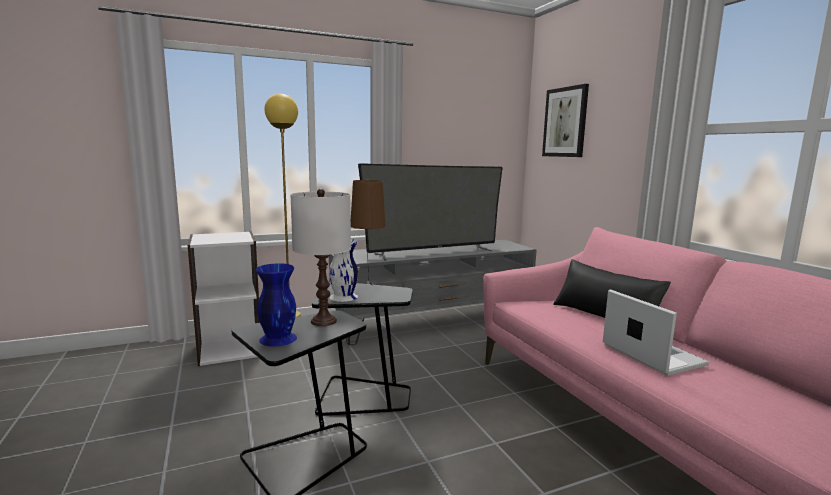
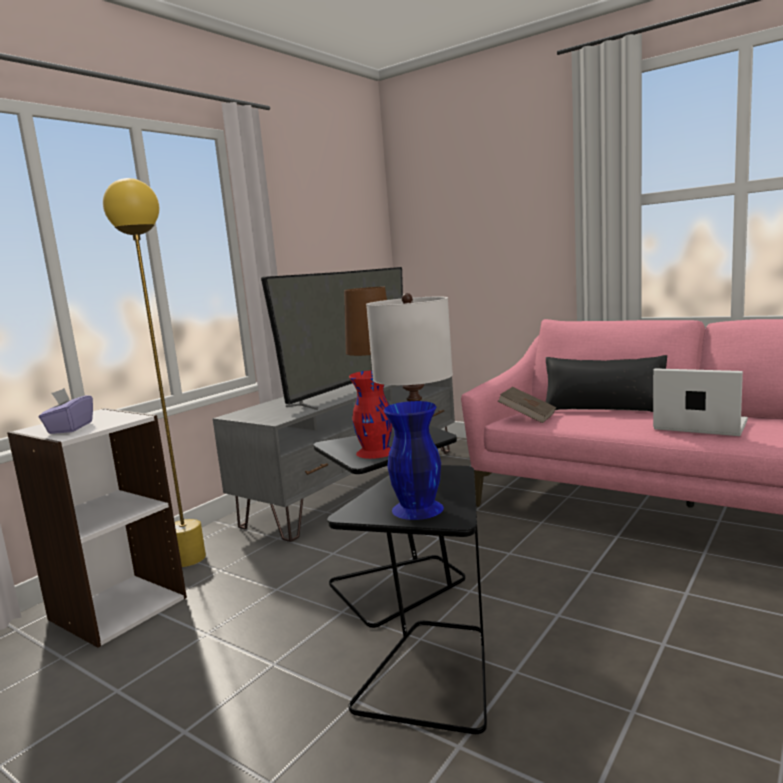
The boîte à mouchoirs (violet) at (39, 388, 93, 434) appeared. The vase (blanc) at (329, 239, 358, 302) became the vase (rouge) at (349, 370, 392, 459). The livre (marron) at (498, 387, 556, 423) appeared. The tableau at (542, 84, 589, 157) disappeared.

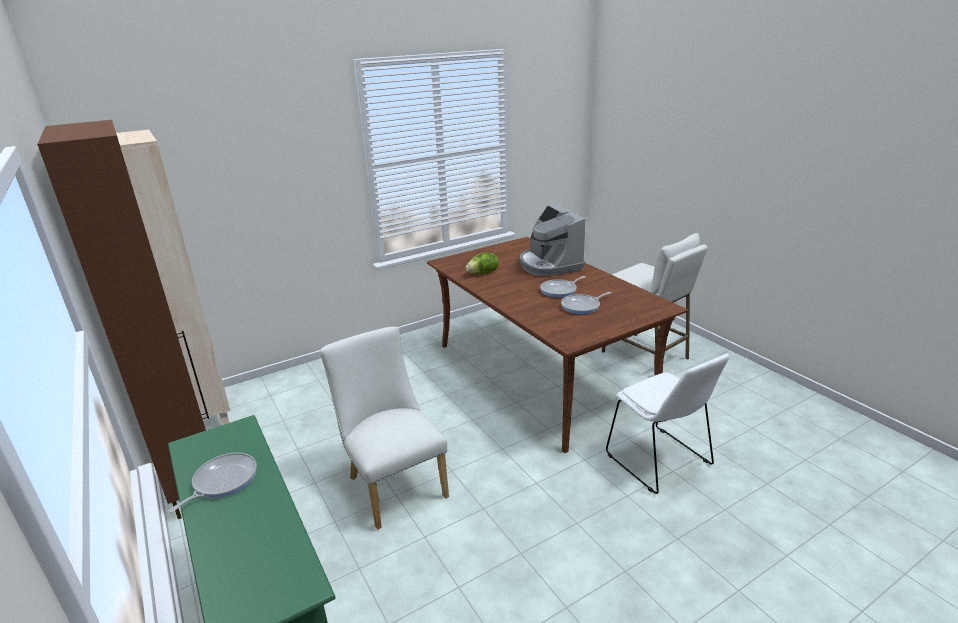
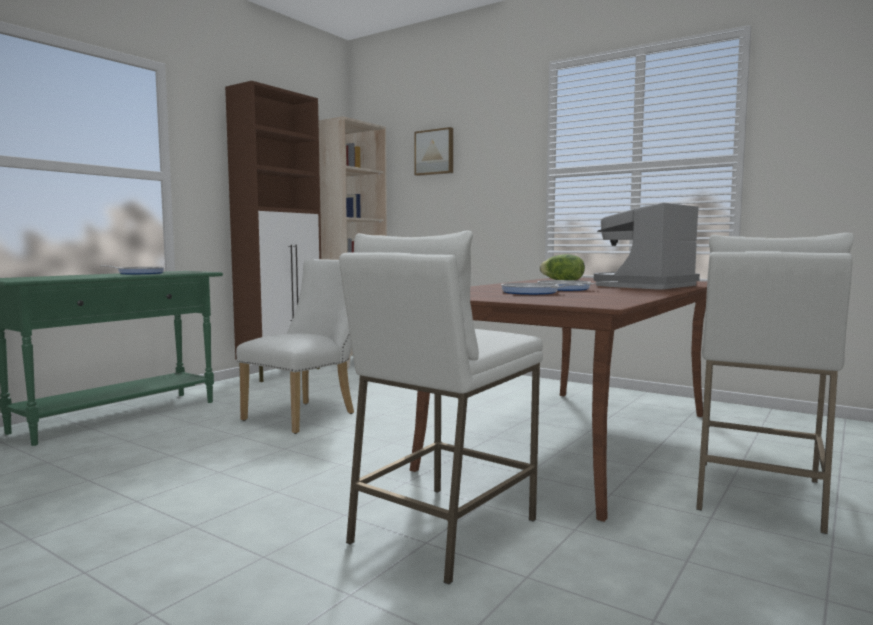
The chaise (blanc) at (606, 353, 729, 494) was replaced by the tabouret (blanc) at (339, 231, 543, 585). The tableau at (414, 127, 453, 176) appeared.

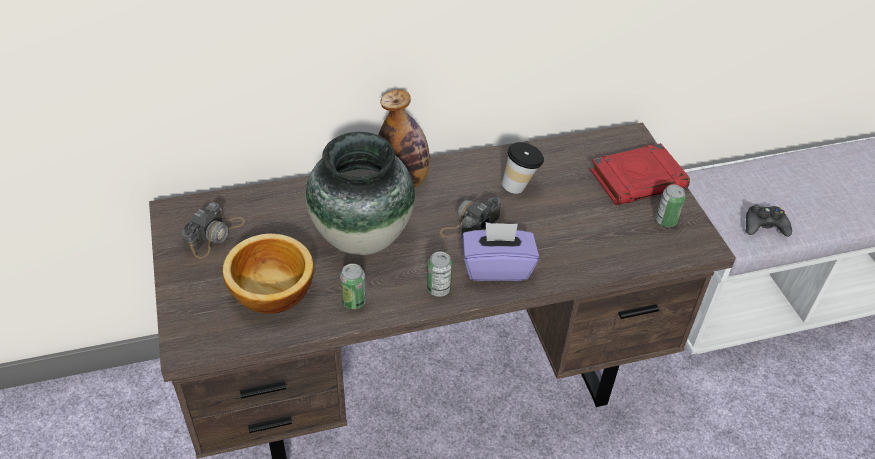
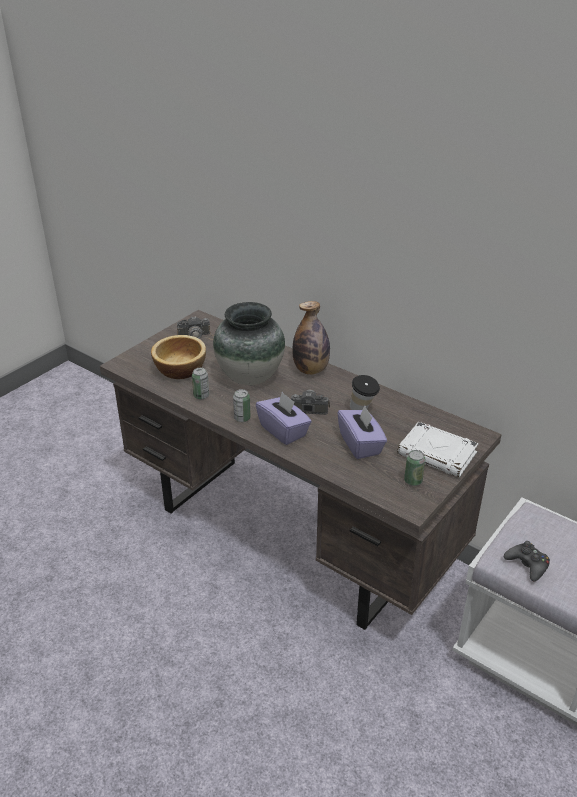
The boîte à mouchoirs (violet) at (337, 405, 387, 459) appeared. The livre (rouge) at (590, 143, 690, 205) became the livre (blanc) at (397, 422, 479, 477).

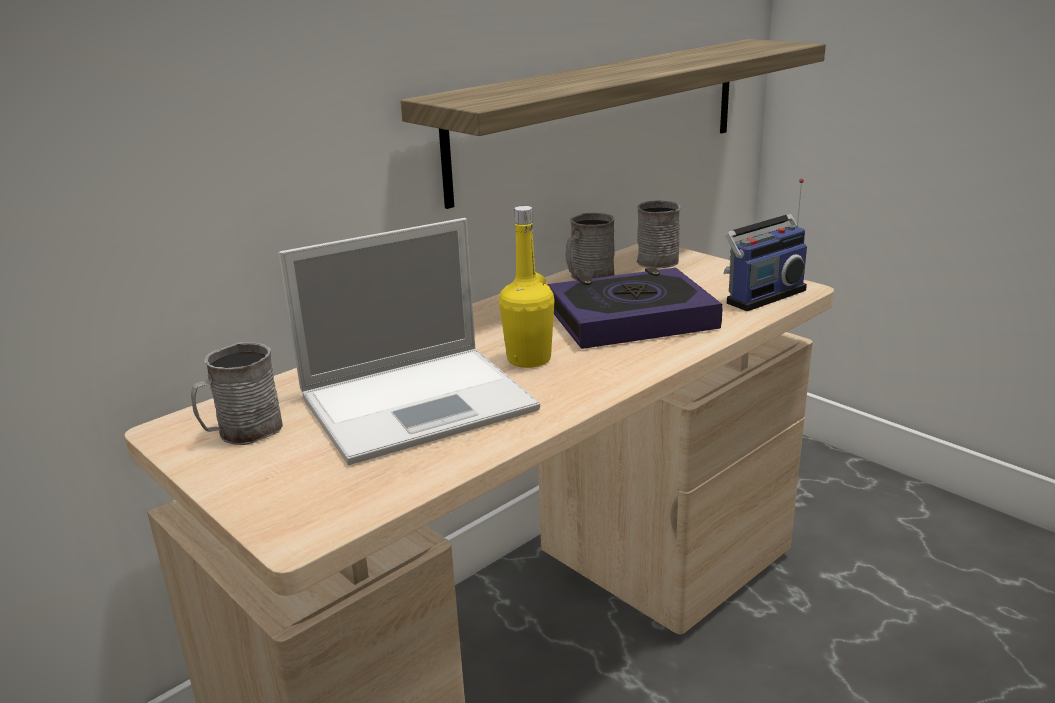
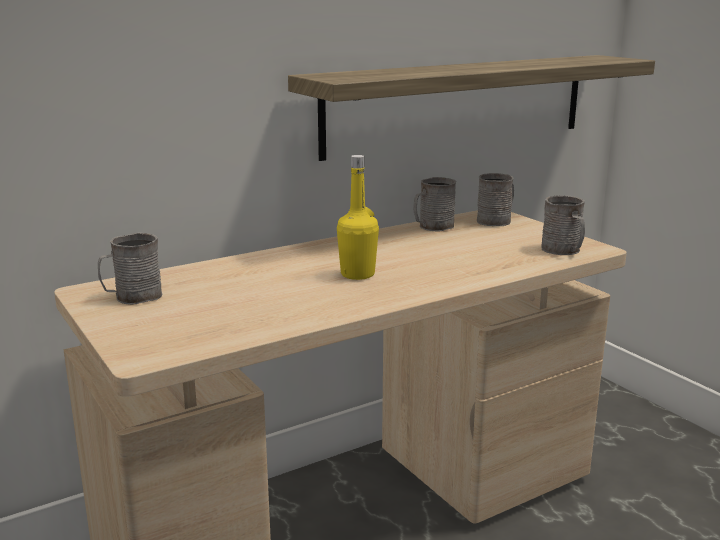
The radio at (724, 179, 807, 311) was replaced by the mug (gris) at (541, 195, 585, 255). The ordinateur portable at (279, 218, 540, 465) disappeared. The livre at (547, 267, 723, 349) disappeared.

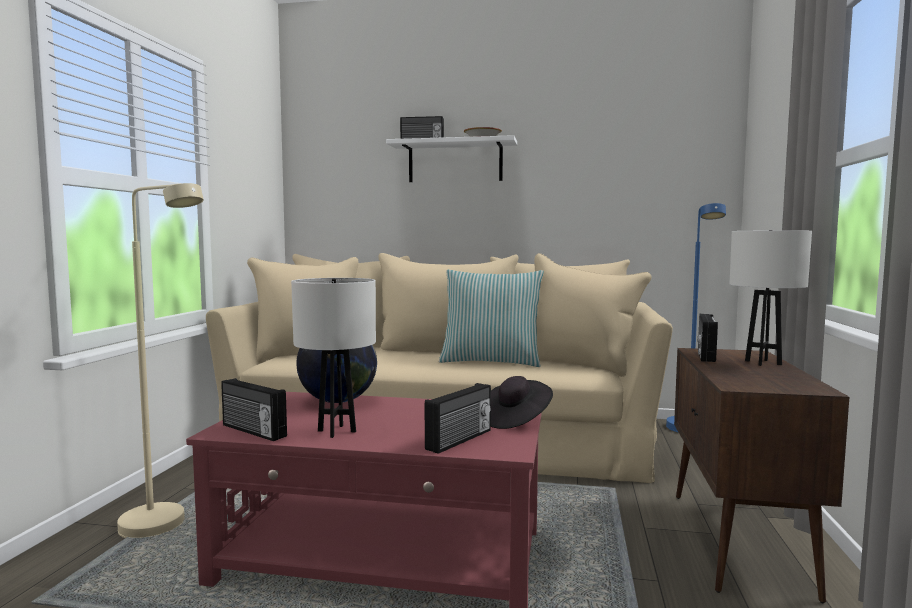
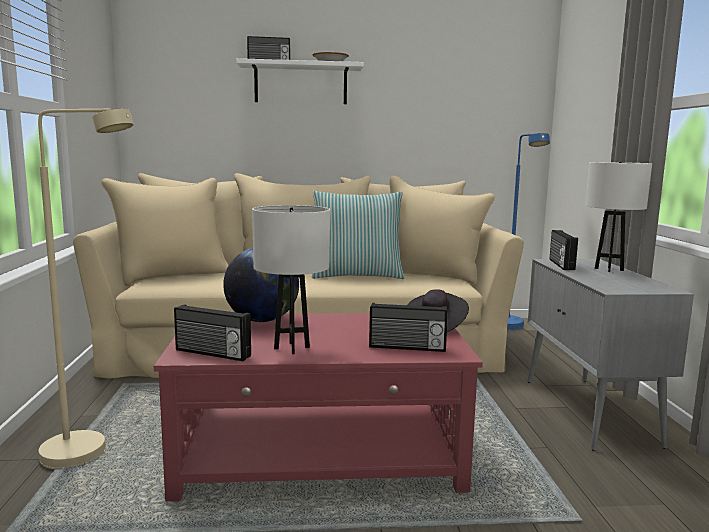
The radio at (425, 383, 491, 454) turned 75 degrees clockwise. The meuble de rangement (marron) at (674, 348, 849, 603) became the meuble de rangement (gris) at (528, 259, 694, 451).

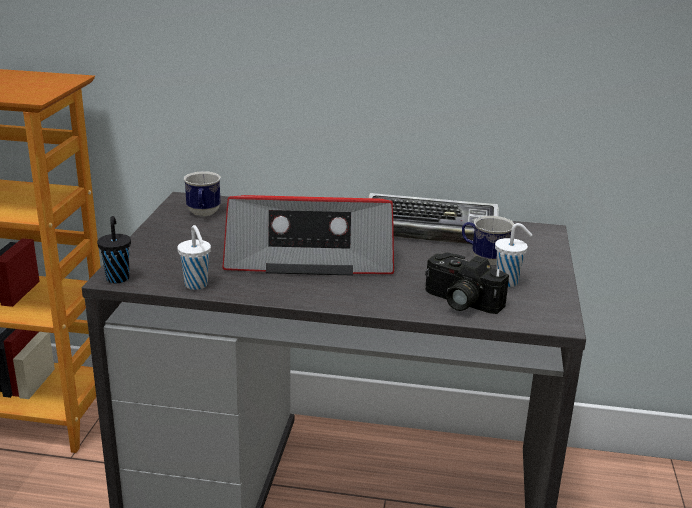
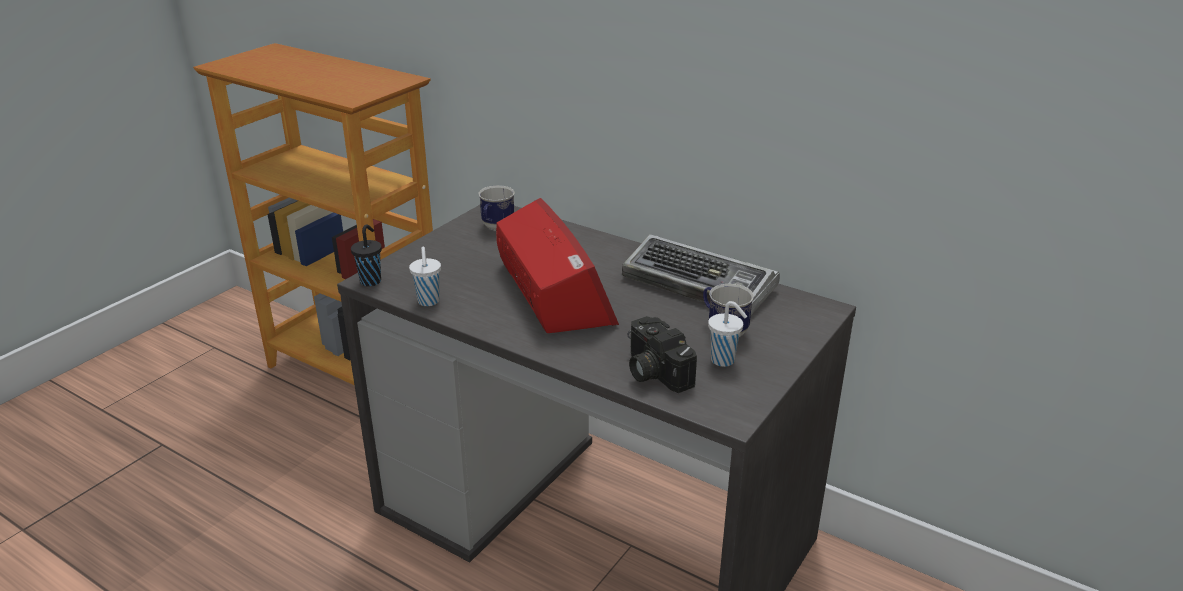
The radio at (222, 195, 394, 275) turned 135 degrees counterclockwise.

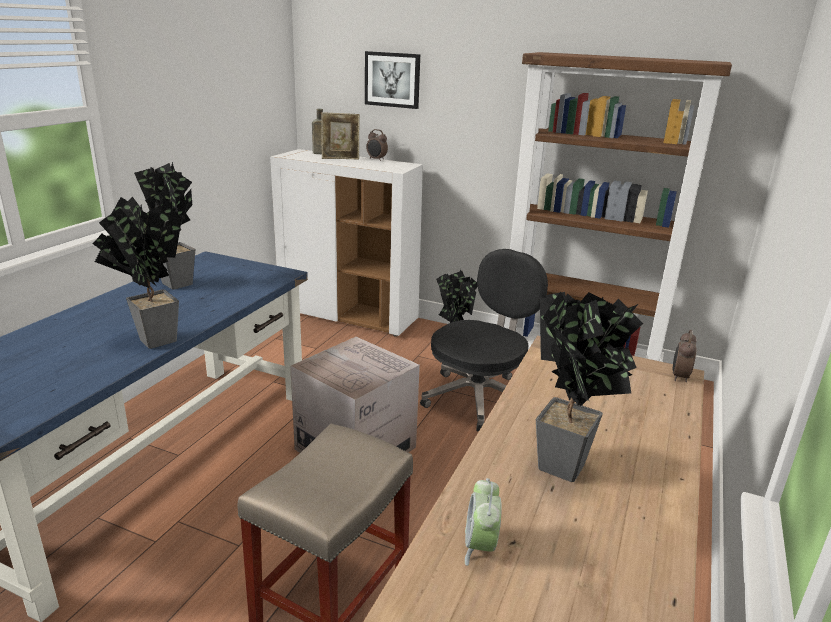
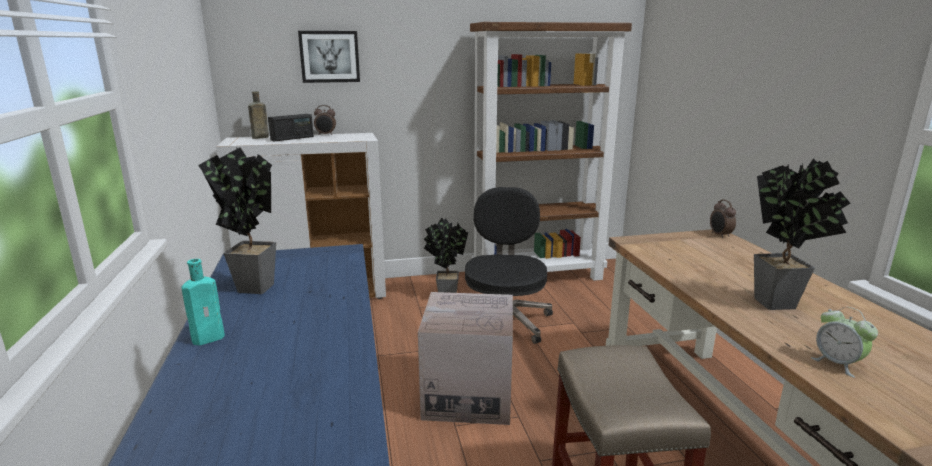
The bouteille (turquoise) at (181, 259, 225, 345) appeared. The cadre photo at (321, 112, 360, 160) was replaced by the radio at (268, 114, 314, 141). The plante en pot at (93, 196, 182, 349) disappeared.

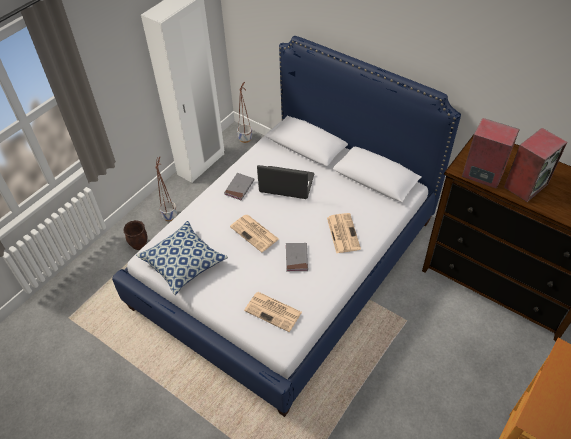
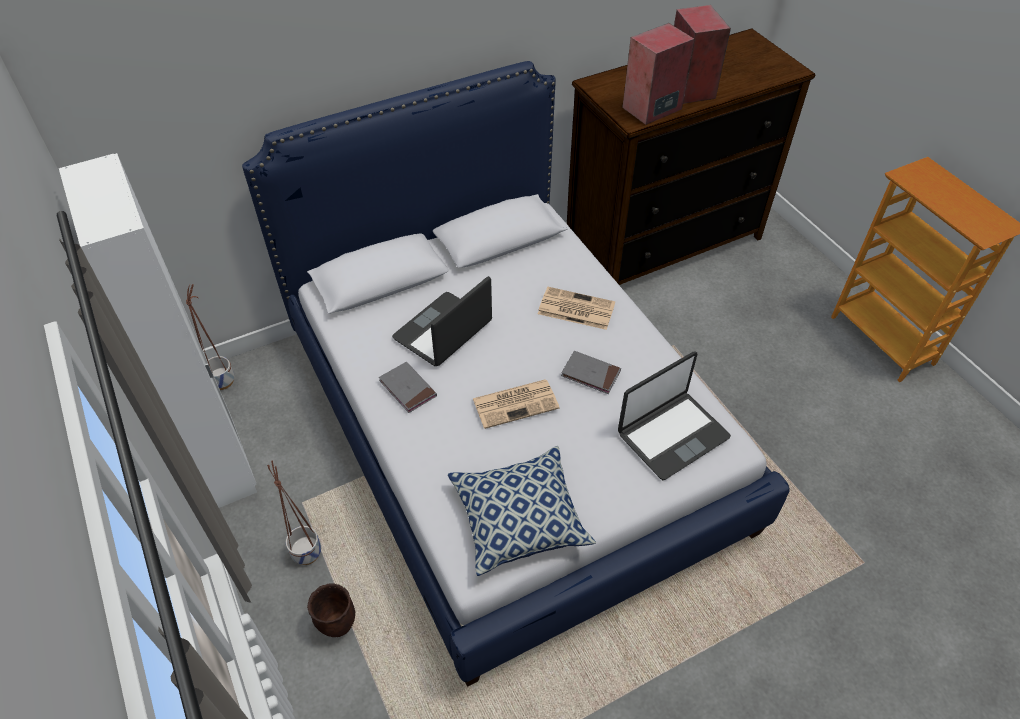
The journal at (244, 292, 302, 332) was replaced by the ordinateur portable at (618, 352, 731, 480).

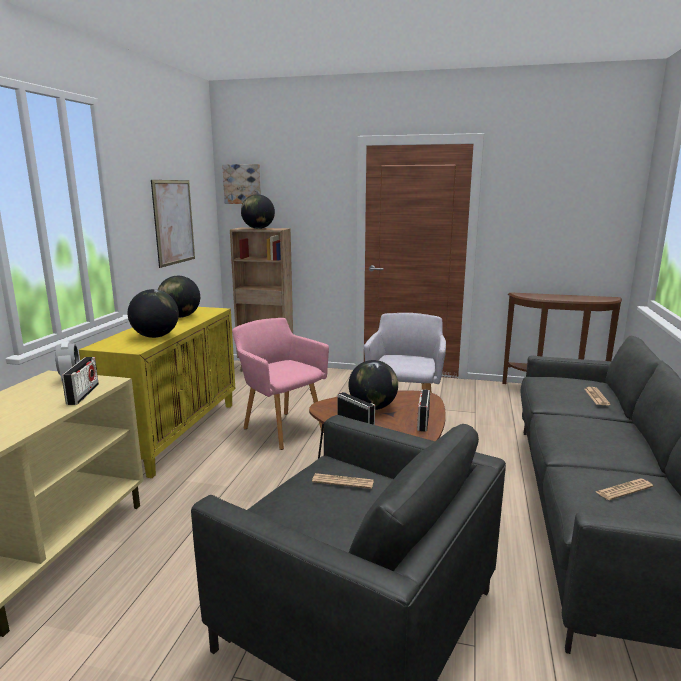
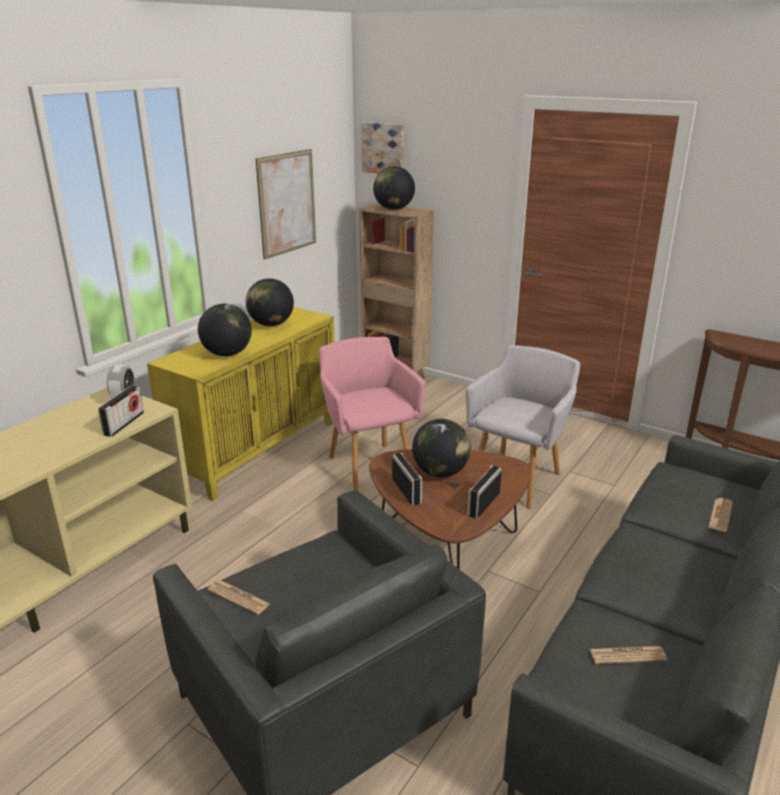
The journal moved from (312, 473, 374, 489) to (208, 580, 270, 615).

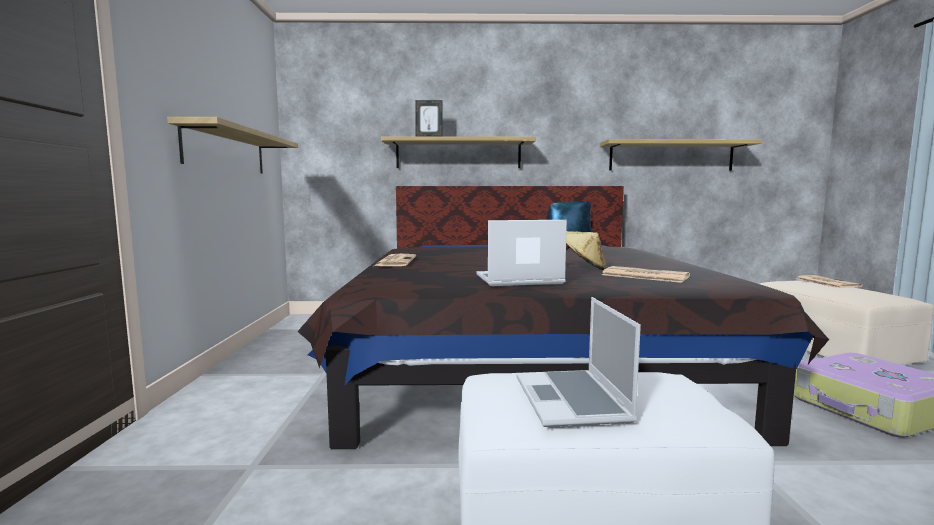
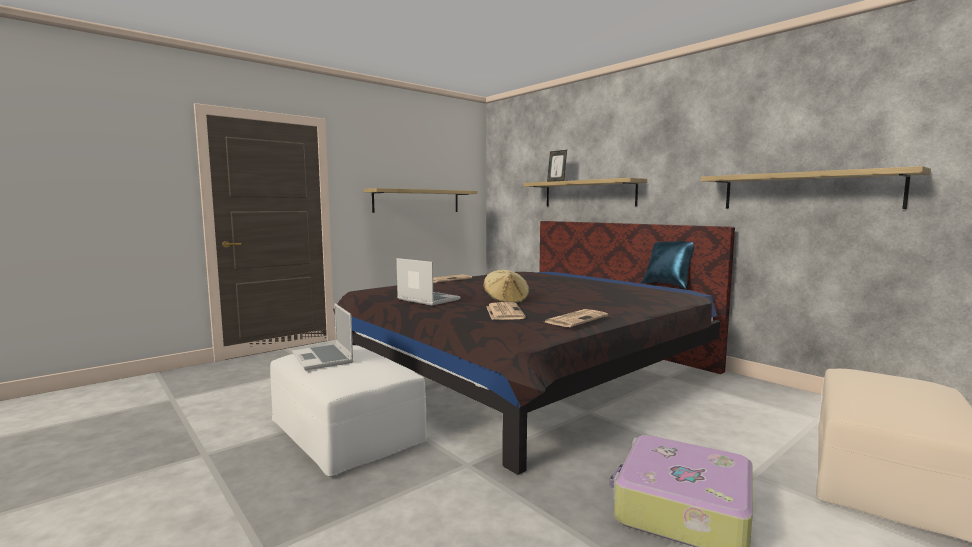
The ordinateur portable at (516, 297, 641, 427) turned 75 degrees counterclockwise. The journal moved from (797, 275, 863, 288) to (545, 309, 608, 327).

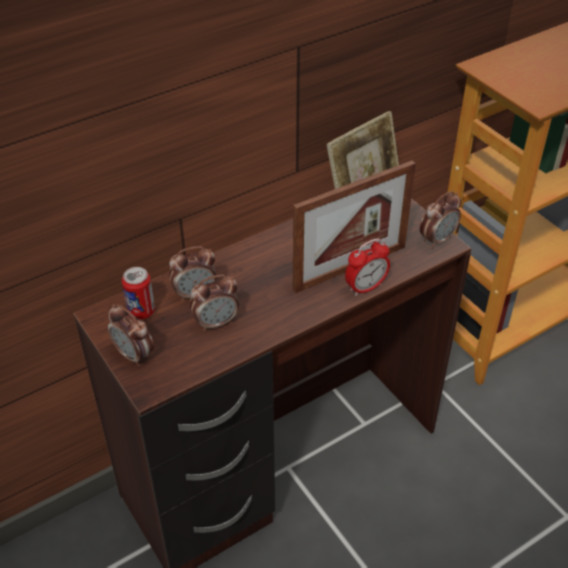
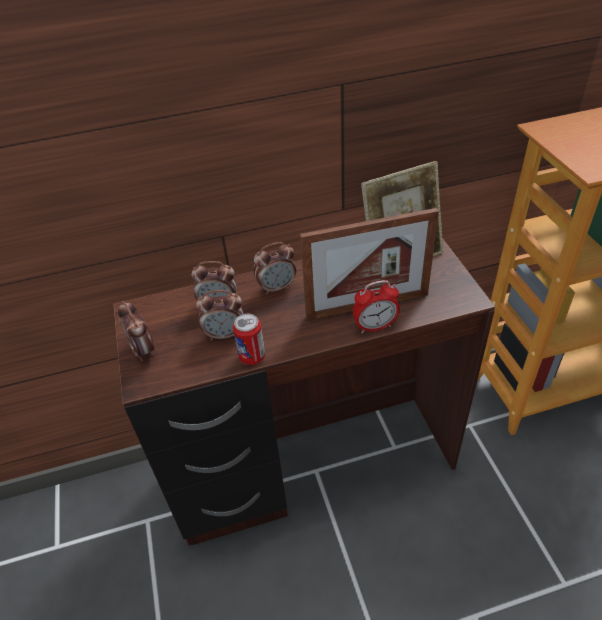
The boîte métallique moved from (122, 267, 155, 319) to (233, 314, 265, 365). The réveil moved from (420, 191, 461, 249) to (253, 242, 296, 295).

